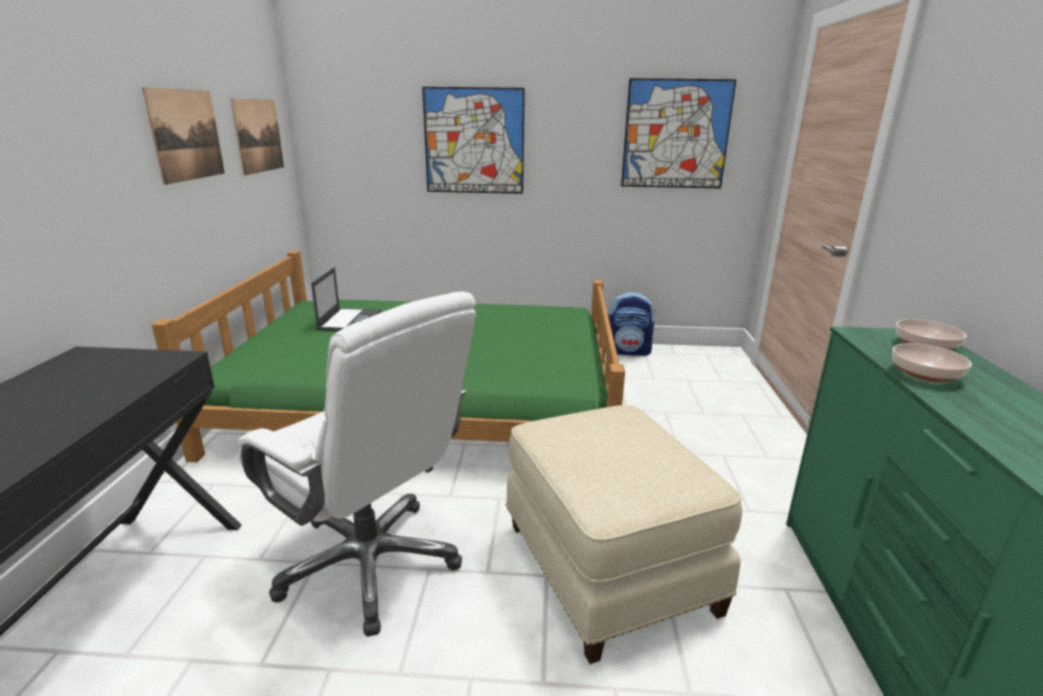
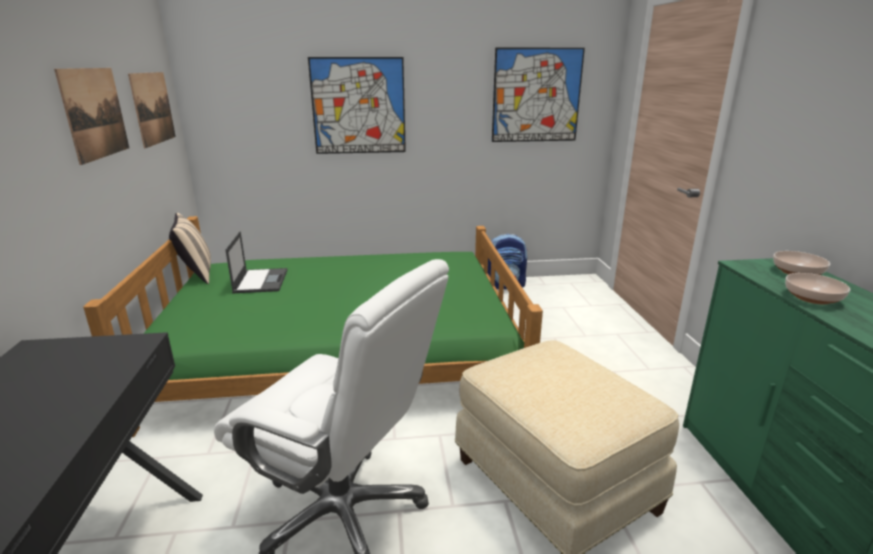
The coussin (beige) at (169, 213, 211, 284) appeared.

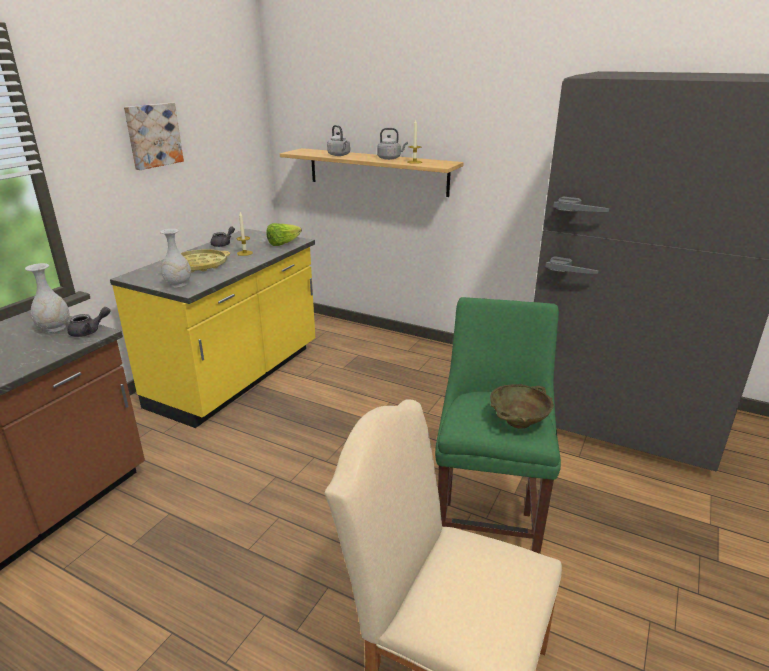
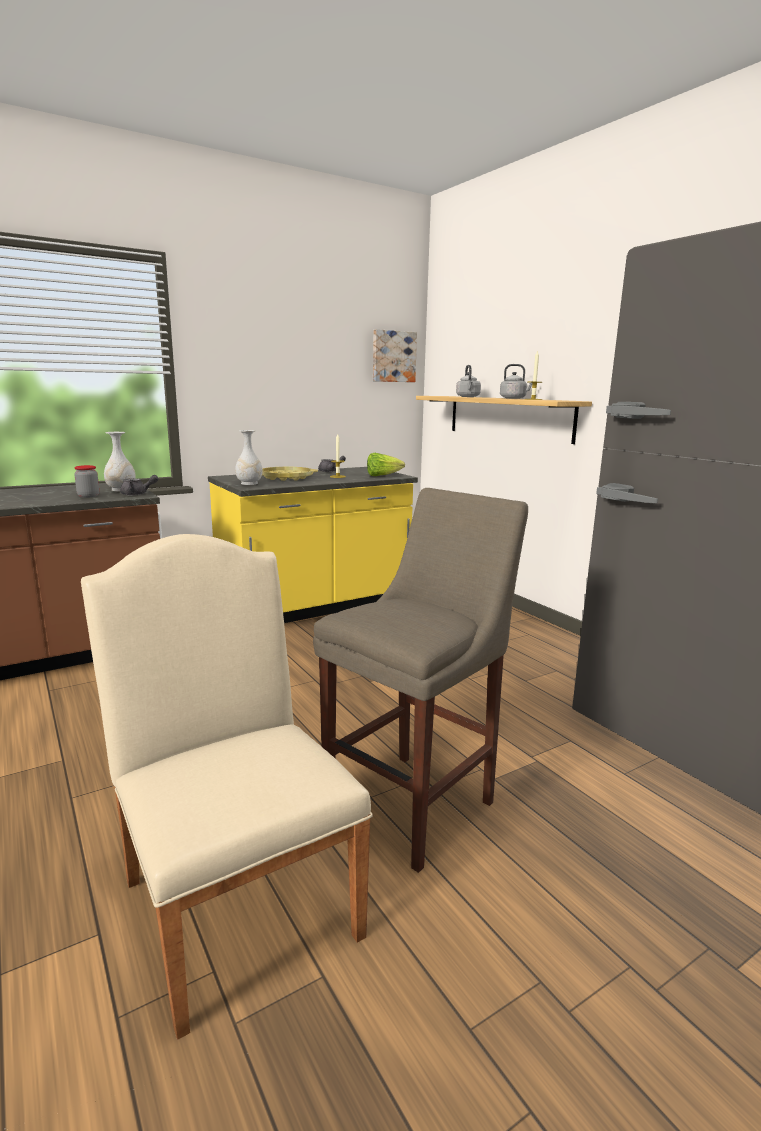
The bocal at (74, 465, 99, 498) appeared. The tabouret (vert) at (435, 297, 561, 554) became the tabouret (beige) at (313, 488, 528, 873). The tableau moved from (124, 103, 184, 170) to (373, 329, 417, 382). The bol (beige) at (490, 384, 554, 429) disappeared.

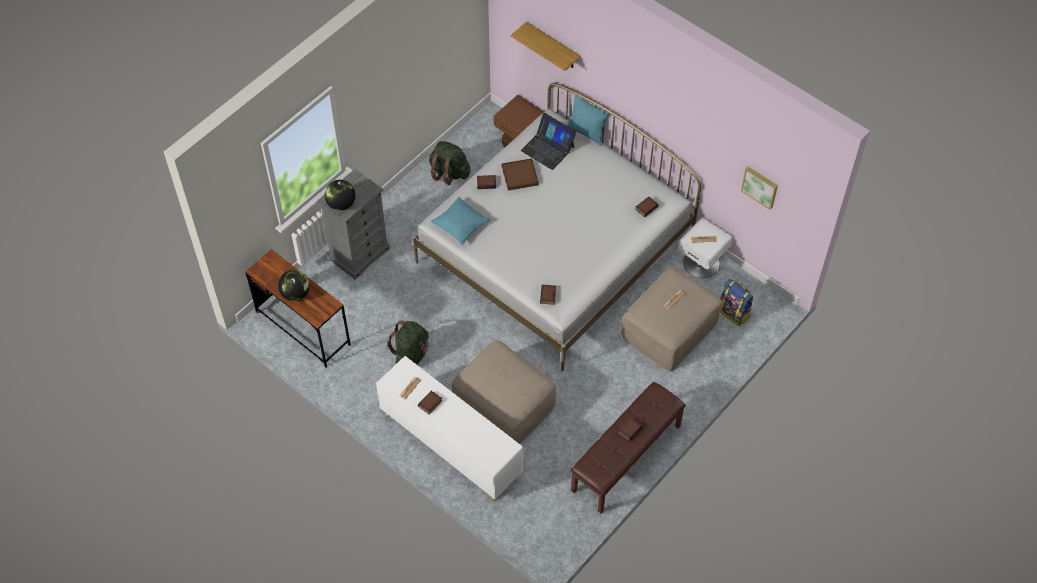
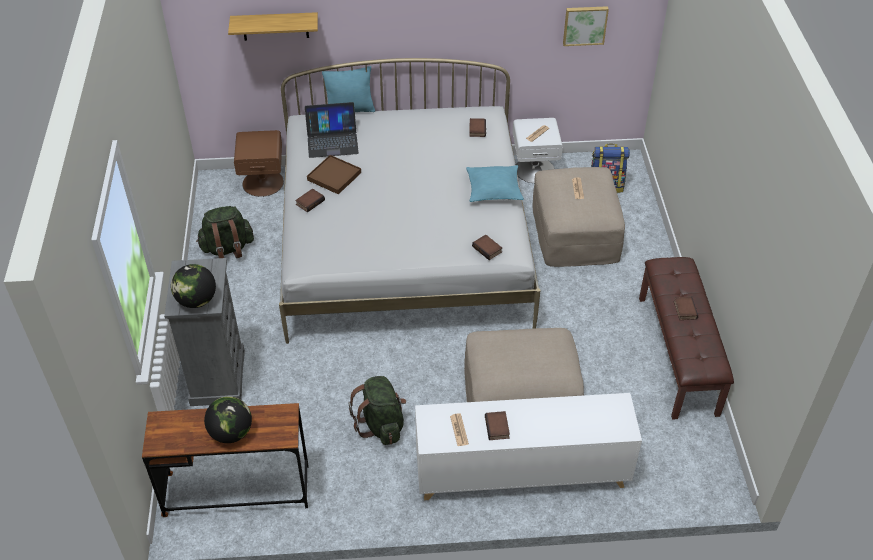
The coussin (turquoise) moved from (431, 197, 490, 245) to (466, 165, 524, 202).

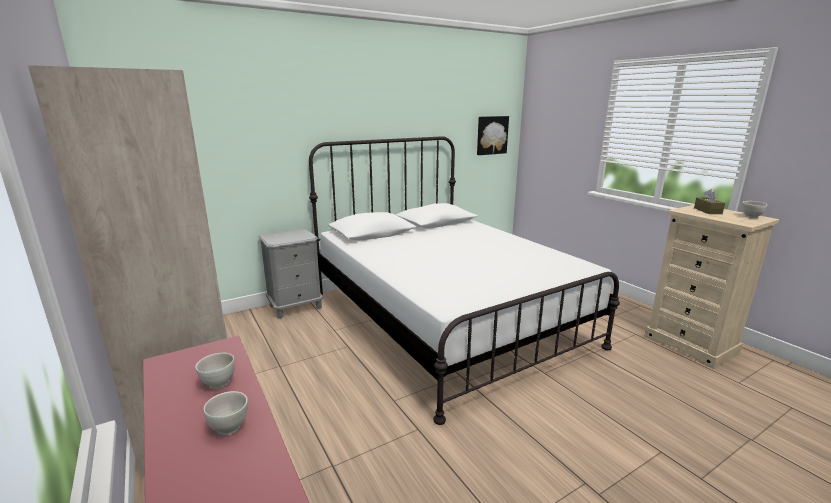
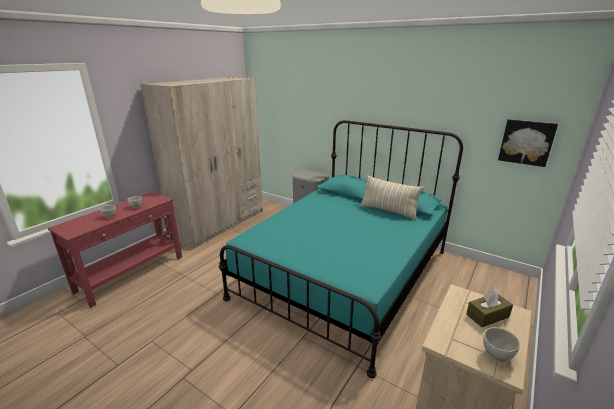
The lit (blanc) at (309, 136, 620, 425) became the lit (turquoise) at (219, 120, 463, 378). The coussin at (360, 175, 424, 220) appeared.

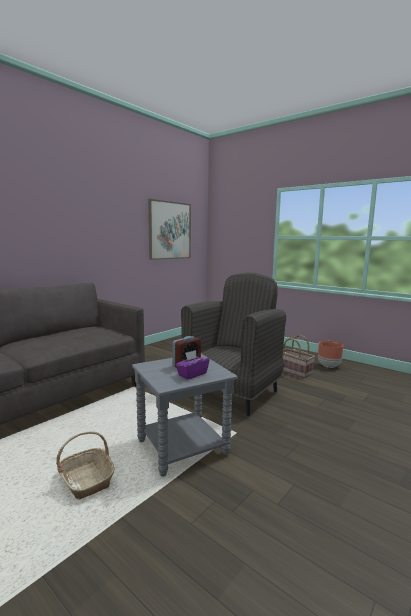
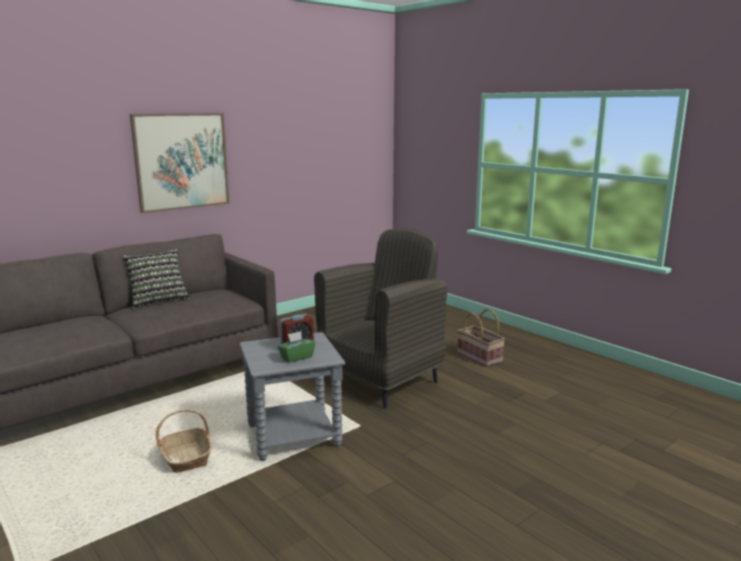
The coussin at (123, 248, 190, 309) appeared. The tableau moved from (148, 199, 191, 260) to (130, 113, 230, 213). The boîte à mouchoirs (violet) at (175, 350, 210, 379) became the boîte à mouchoirs (vert) at (278, 331, 315, 363). The cache-pot (marron) at (318, 341, 344, 368) disappeared.

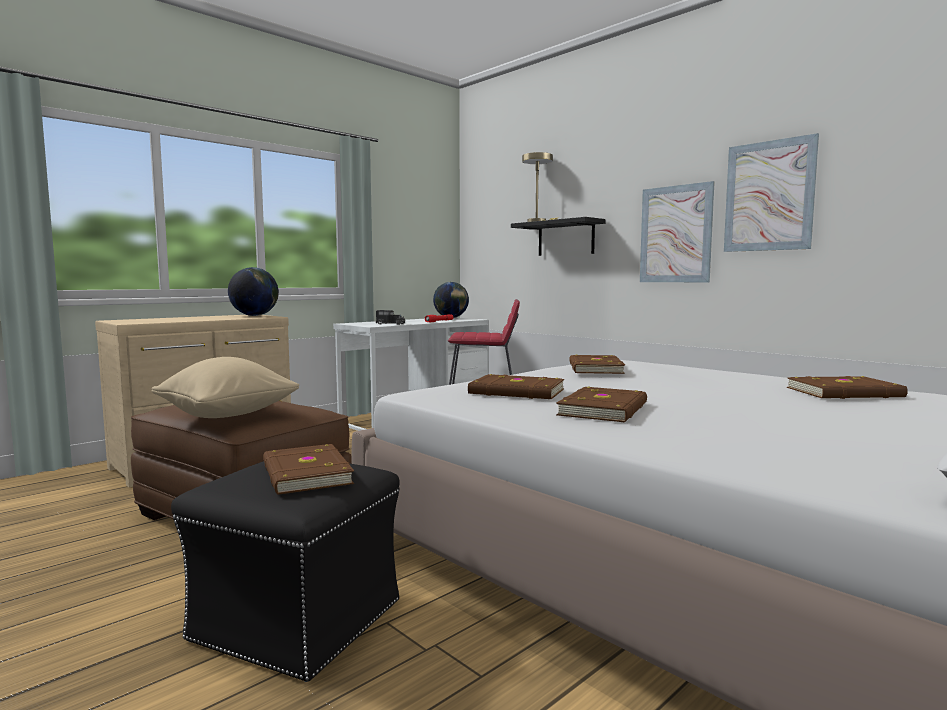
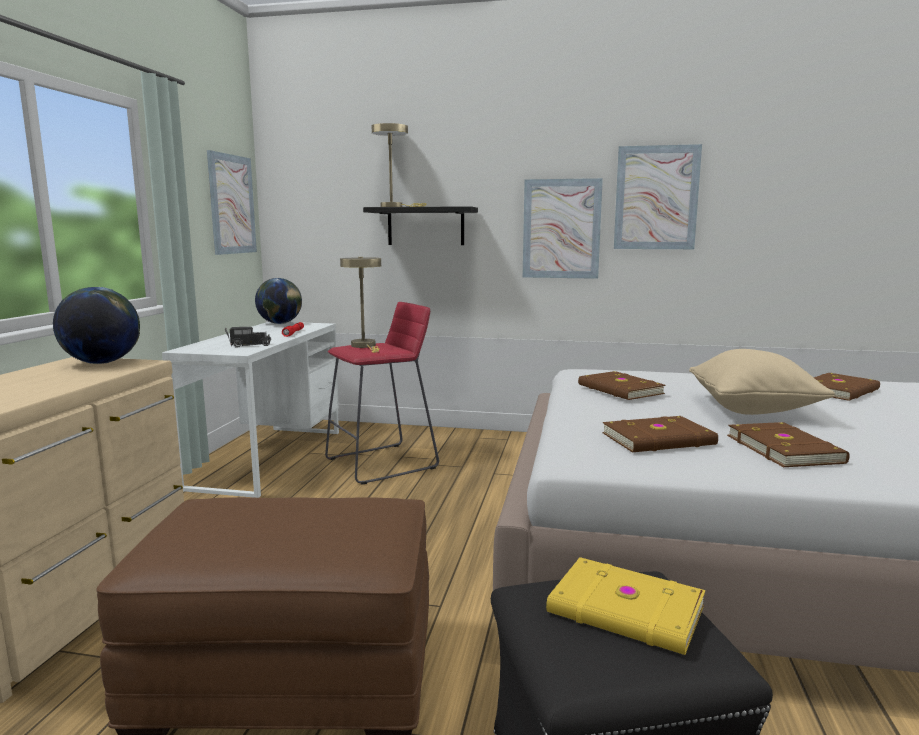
The tableau at (207, 150, 257, 255) appeared. The lampe de table (beige) at (340, 257, 381, 353) appeared. The livre (marron) at (263, 444, 354, 495) became the livre (jaune) at (546, 557, 705, 655). The coussin (beige) moved from (152, 357, 299, 418) to (689, 349, 835, 415).

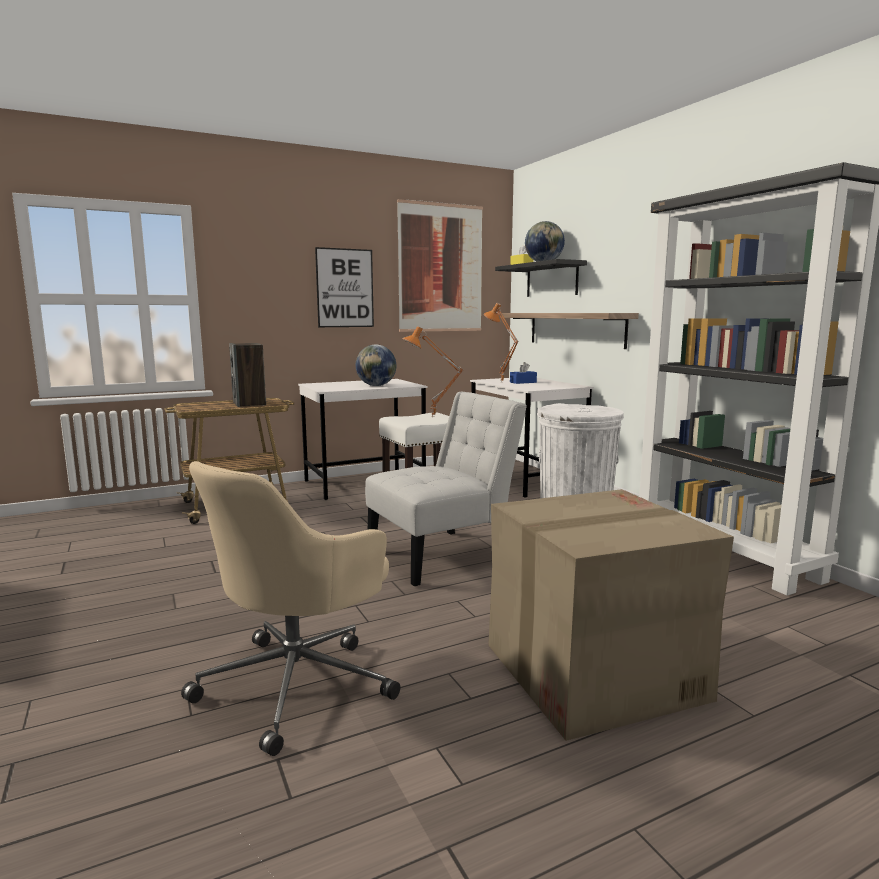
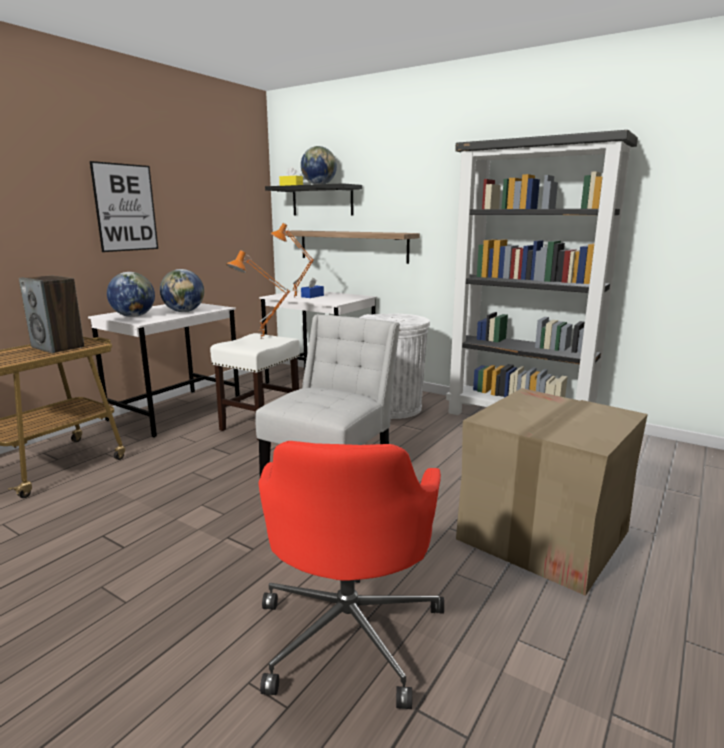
The globe at (107, 272, 155, 317) appeared. The chaise de bureau (beige) at (181, 461, 400, 756) became the chaise de bureau (rouge) at (258, 441, 444, 709). The tableau at (397, 199, 483, 332) disappeared.

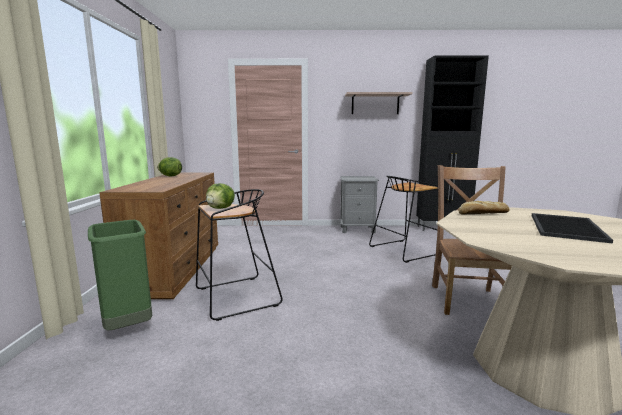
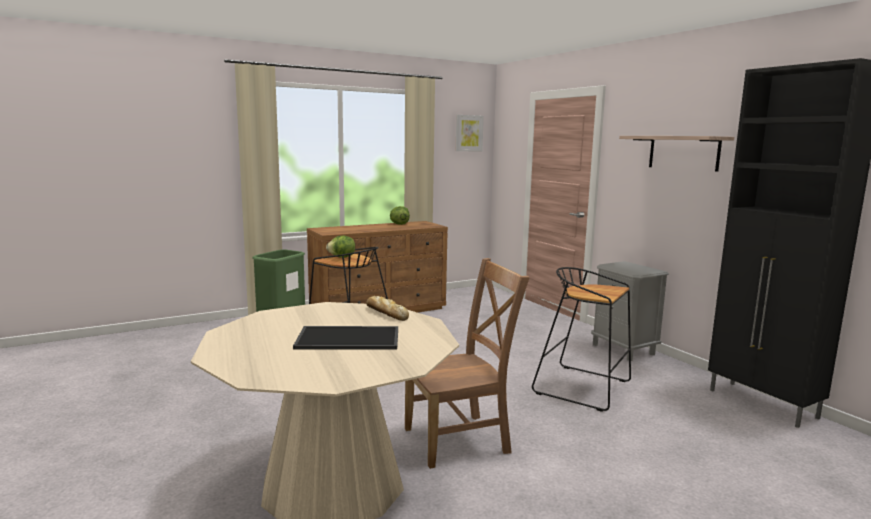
The tableau at (456, 115, 484, 151) appeared.

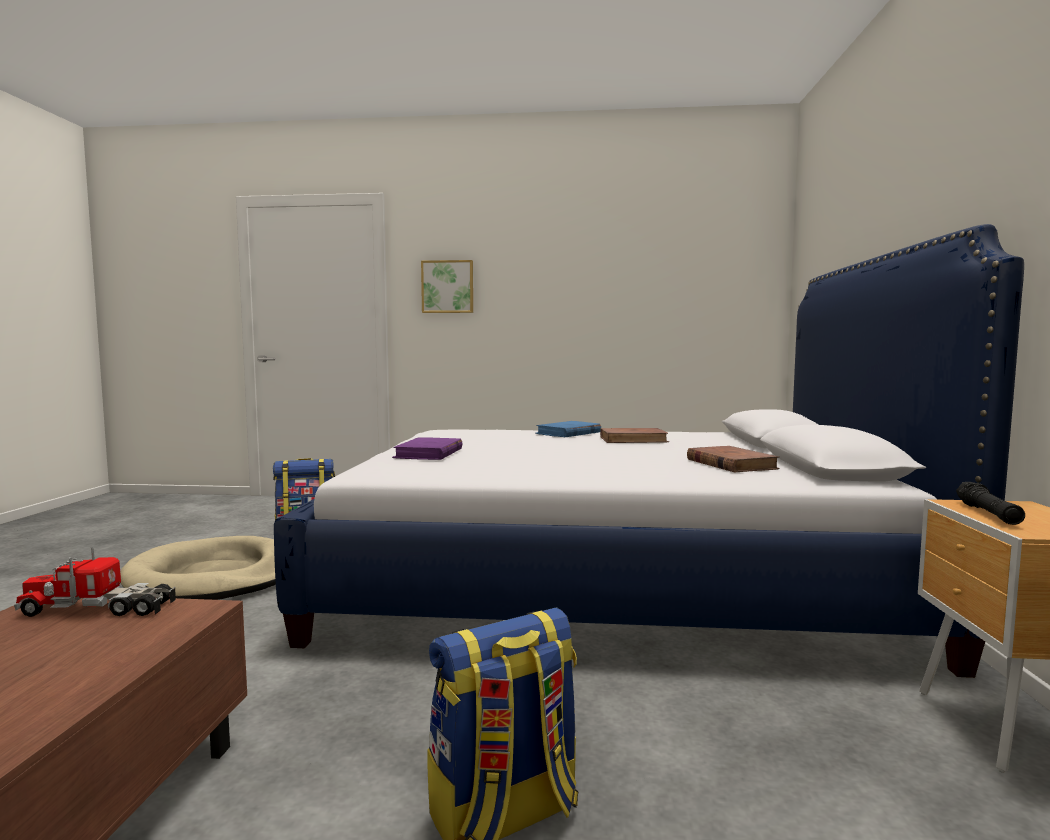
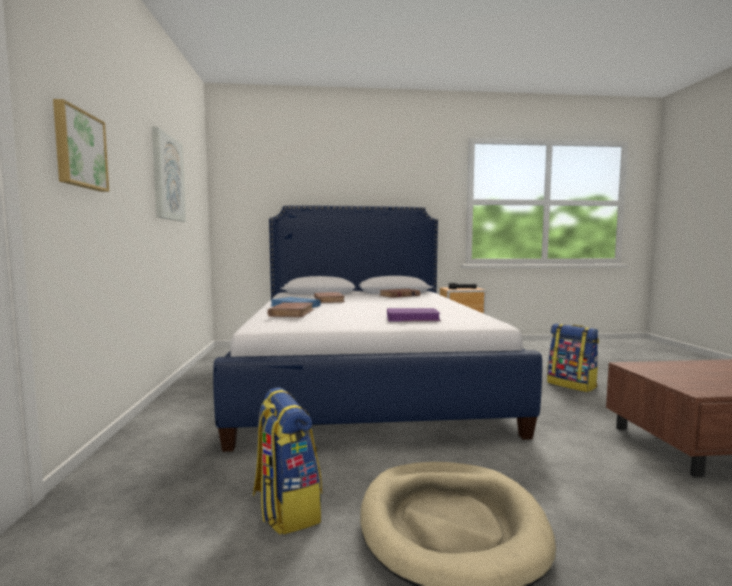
The tableau at (152, 127, 186, 222) appeared. The livre (marron) at (267, 302, 314, 317) appeared. The camion jouet at (14, 547, 176, 617) disappeared.

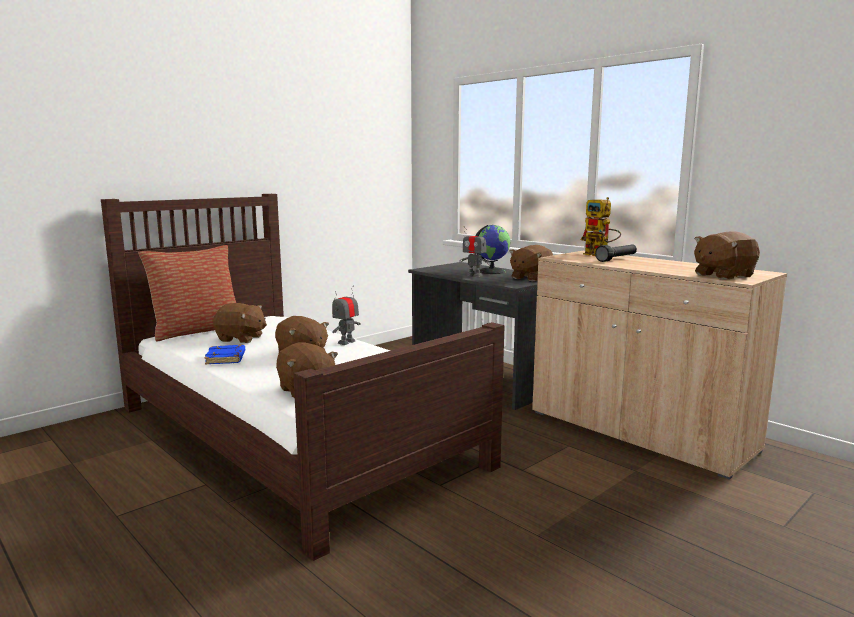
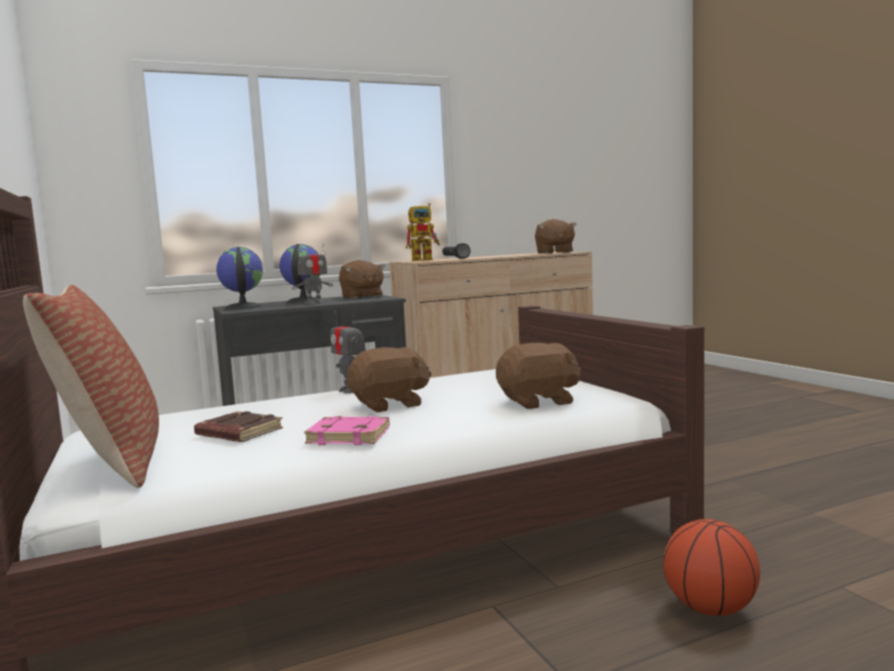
The peluche (marron) at (213, 303, 267, 343) was replaced by the livre (marron) at (194, 411, 283, 442). The globe at (216, 247, 263, 309) appeared. The livre (bleu) at (204, 345, 245, 364) became the livre (rose) at (304, 416, 390, 445). The ballon de basket at (663, 519, 760, 616) appeared.

